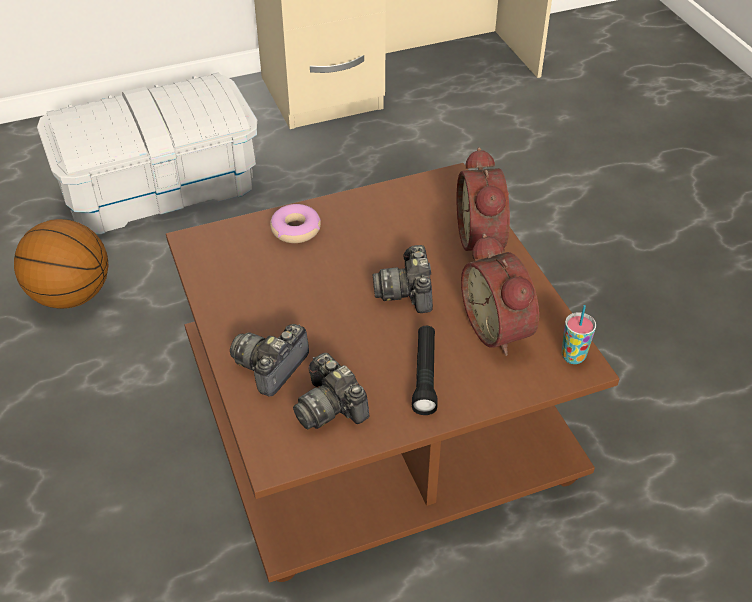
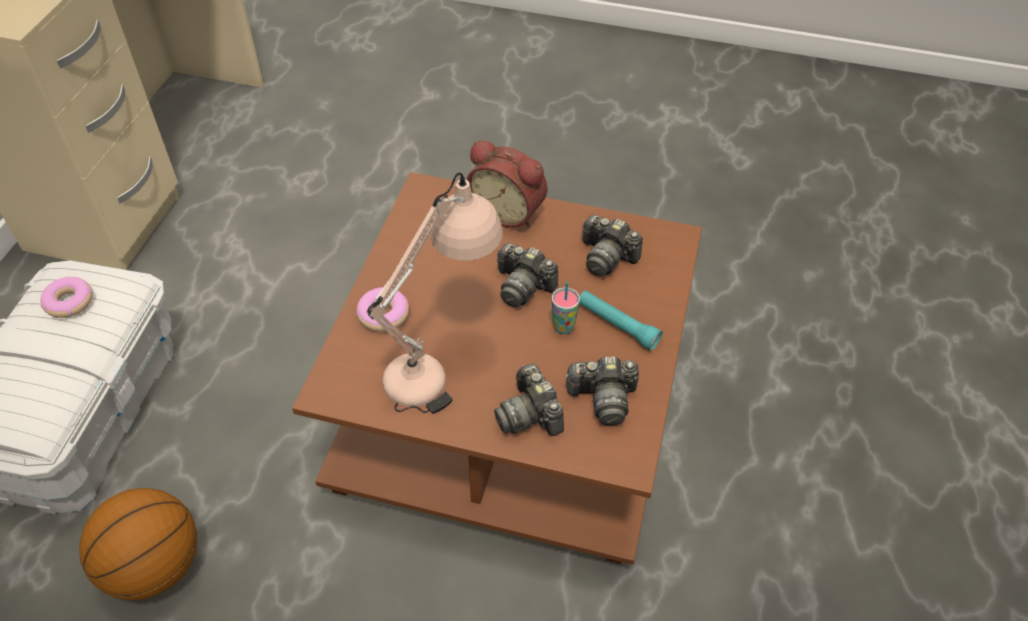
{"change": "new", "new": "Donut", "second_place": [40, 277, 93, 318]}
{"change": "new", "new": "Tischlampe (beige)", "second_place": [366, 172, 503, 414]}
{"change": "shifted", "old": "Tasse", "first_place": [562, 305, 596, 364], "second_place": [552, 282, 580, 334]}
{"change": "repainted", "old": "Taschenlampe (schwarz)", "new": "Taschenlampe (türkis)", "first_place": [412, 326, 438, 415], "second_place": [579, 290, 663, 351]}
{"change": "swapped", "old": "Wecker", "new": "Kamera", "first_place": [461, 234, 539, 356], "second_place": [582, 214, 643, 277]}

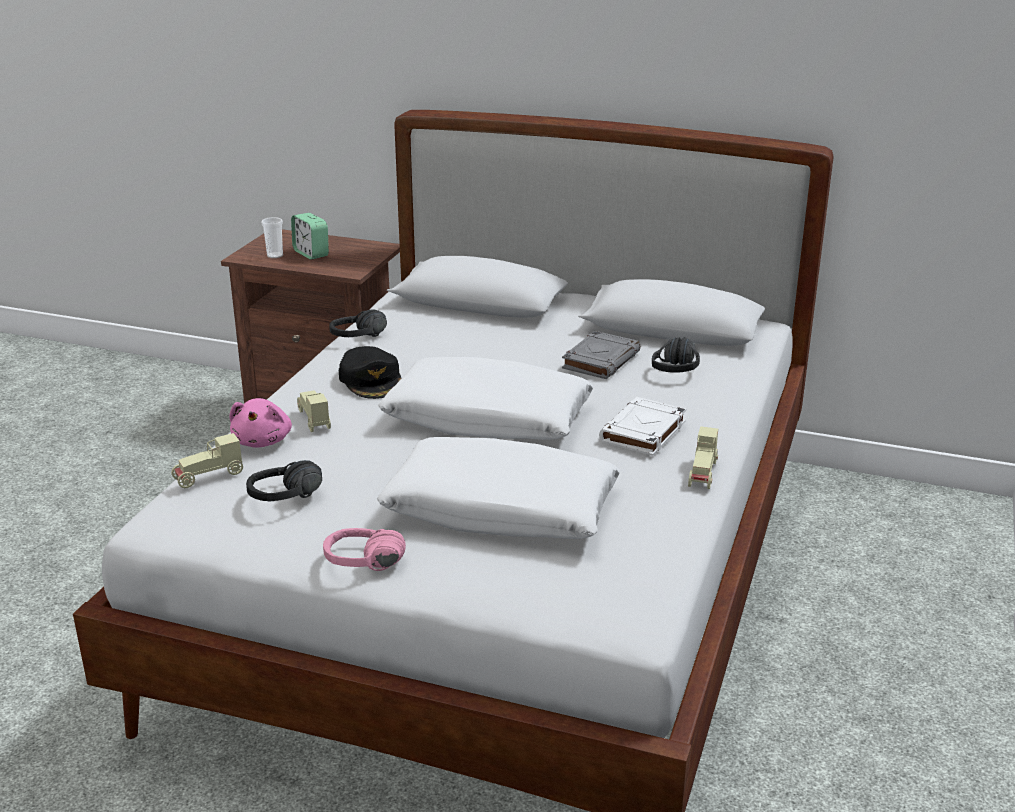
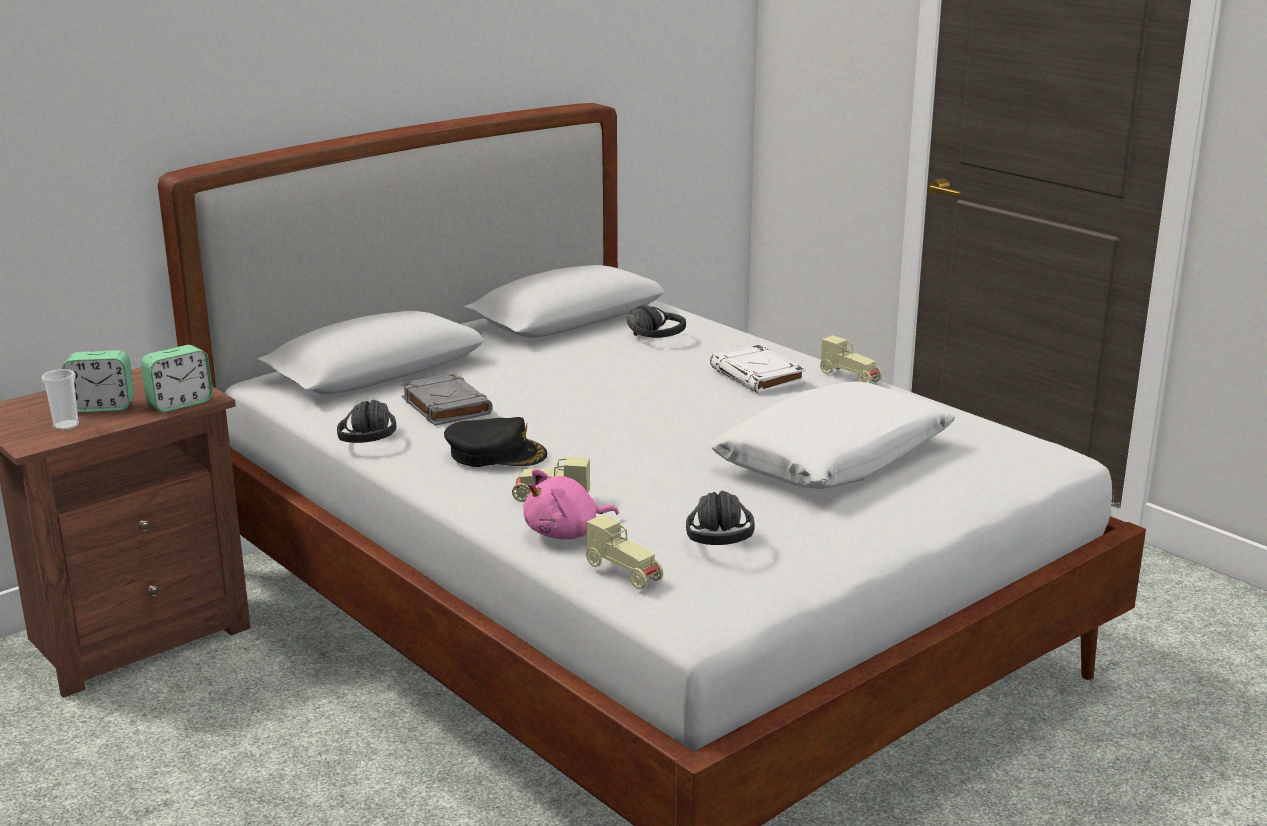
{"change": "new", "new": "Wecker", "second_place": [141, 345, 213, 412]}
{"change": "shifted", "old": "Buch (grau)", "first_place": [562, 331, 640, 379], "second_place": [401, 373, 493, 426]}
{"change": "rotated", "old": "Plüschtier (rosa)", "first_place": [229, 398, 292, 448], "second_place": [523, 469, 619, 540], "degrees": 120}
{"change": "rotated", "old": "Spielzeugauto (beige)", "first_place": [171, 433, 243, 488], "second_place": [586, 514, 663, 589], "degrees": -45}
{"change": "gone", "old": "Kopfhörer (rosa)", "first_place": [323, 528, 406, 571]}
{"change": "gone", "old": "Kissen (weiß)", "first_place": [378, 357, 594, 440]}

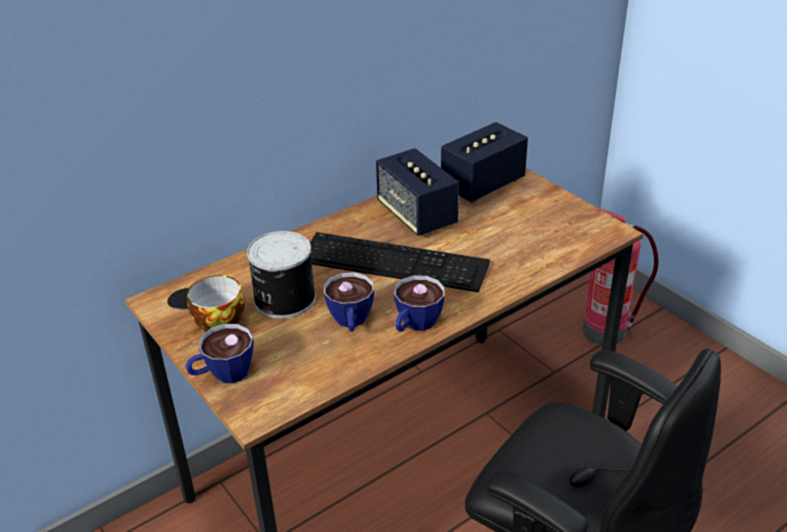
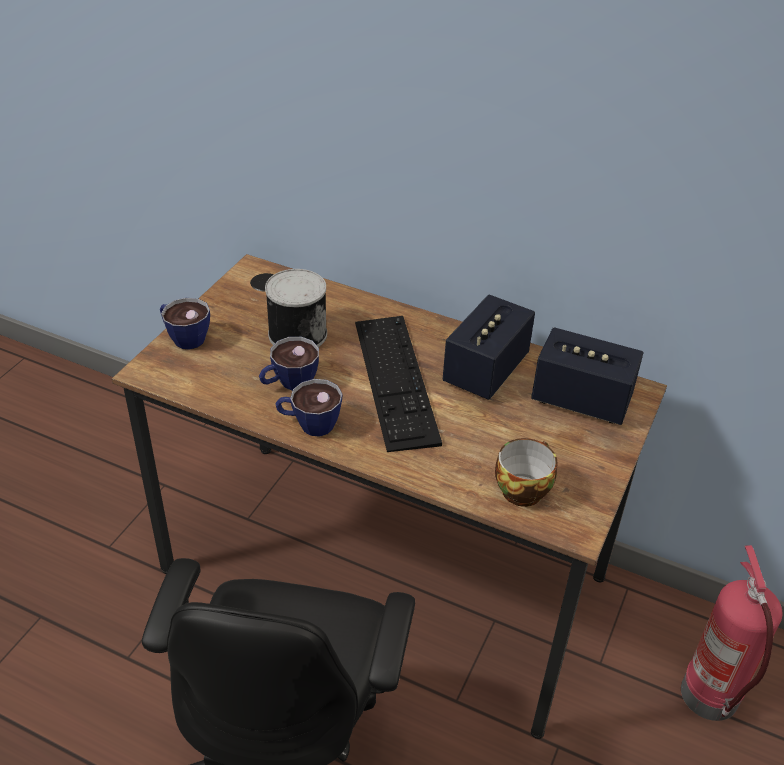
{"change": "shifted", "old": "Tasse", "first_place": [187, 275, 245, 333], "second_place": [495, 438, 558, 507]}

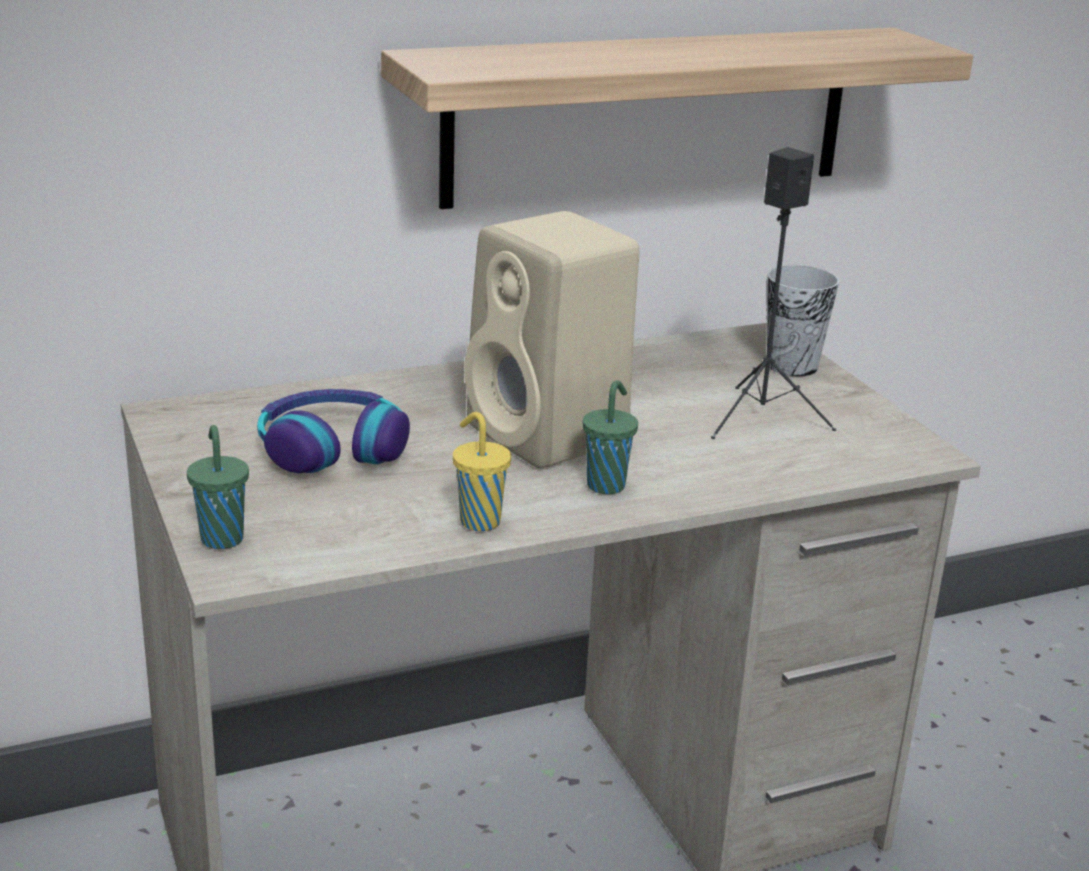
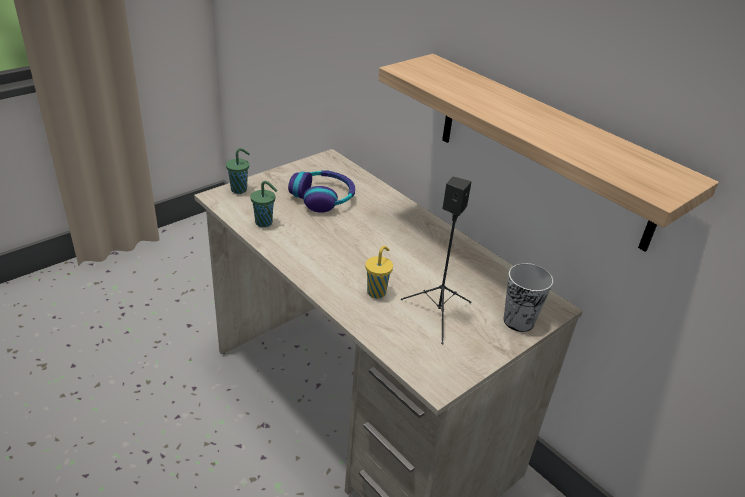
{"change": "shifted", "old": "Tasse (grün)", "first_place": [583, 380, 638, 494], "second_place": [250, 181, 277, 227]}
{"change": "shifted", "old": "Tasse (gelb)", "first_place": [453, 412, 511, 531], "second_place": [365, 246, 393, 298]}
{"change": "gone", "old": "Lautsprecher (beige)", "first_place": [464, 211, 639, 468]}

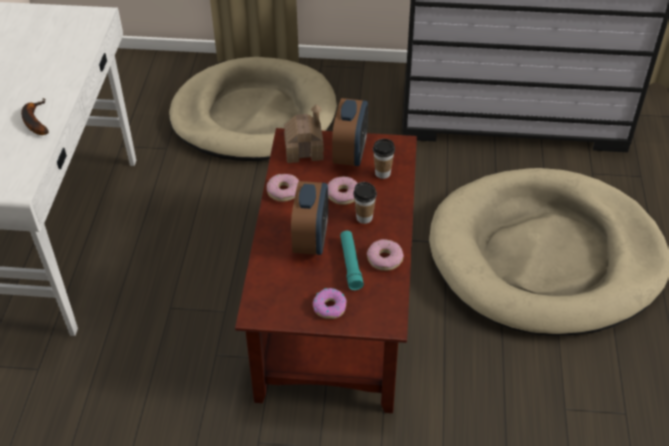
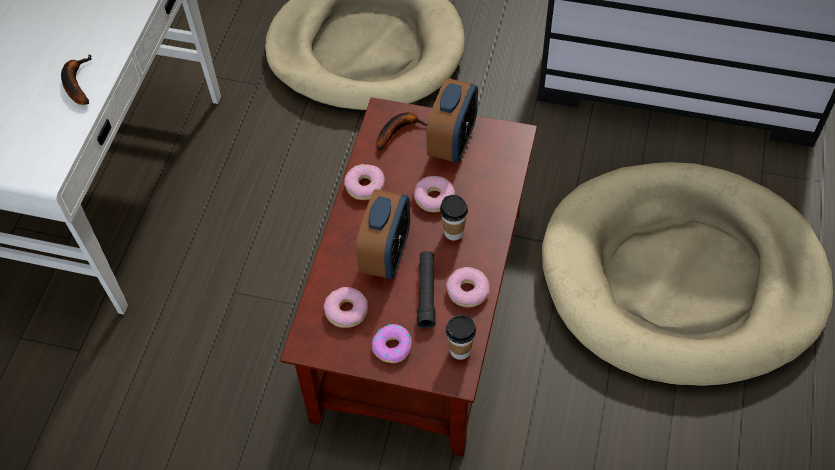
{"change": "new", "new": "Donut", "second_place": [324, 287, 368, 328]}
{"change": "swapped", "old": "Spielzeughaus", "new": "Banane", "first_place": [284, 104, 324, 163], "second_place": [376, 112, 428, 151]}
{"change": "repainted", "old": "Taschenlampe (türkis)", "new": "Taschenlampe (schwarz)", "first_place": [340, 231, 364, 290], "second_place": [417, 251, 436, 328]}
{"change": "shifted", "old": "Tasse", "first_place": [373, 139, 395, 179], "second_place": [446, 315, 476, 360]}

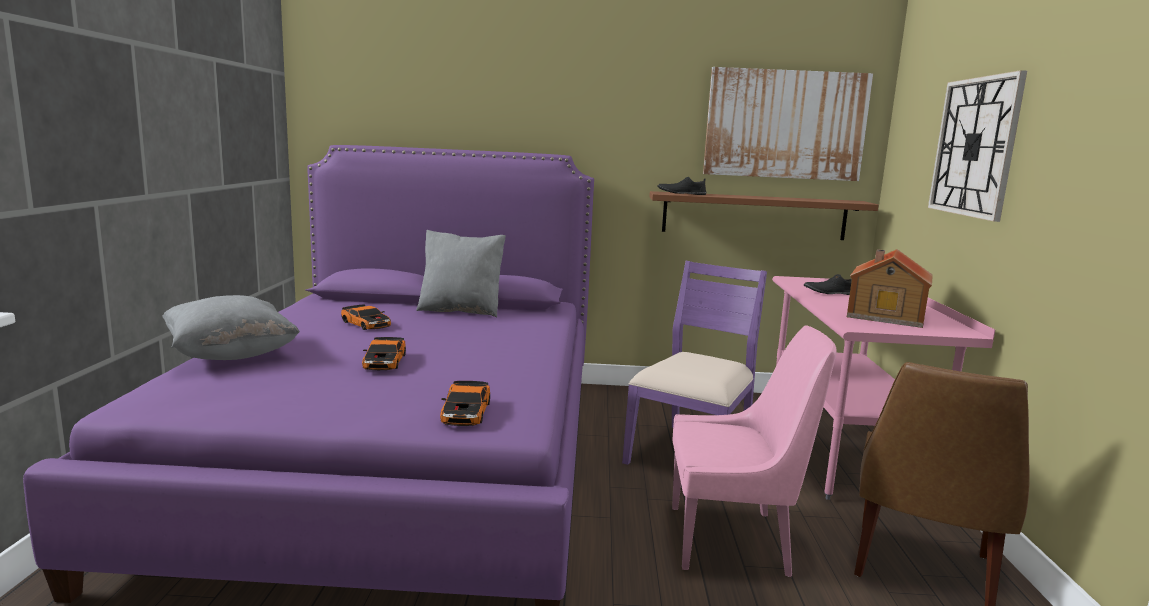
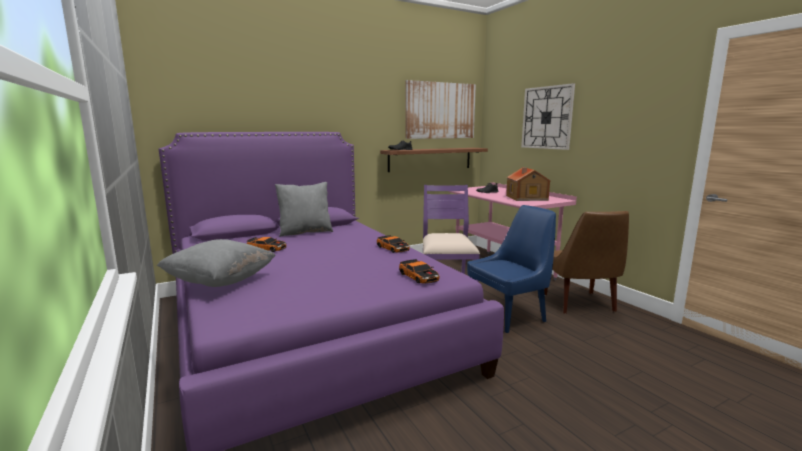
{"change": "shifted", "old": "Spielzeugauto", "first_place": [362, 337, 406, 370], "second_place": [377, 235, 410, 253]}
{"change": "repainted", "old": "Stuhl (rosa)", "new": "Stuhl (blau)", "first_place": [672, 325, 837, 577], "second_place": [467, 205, 556, 333]}

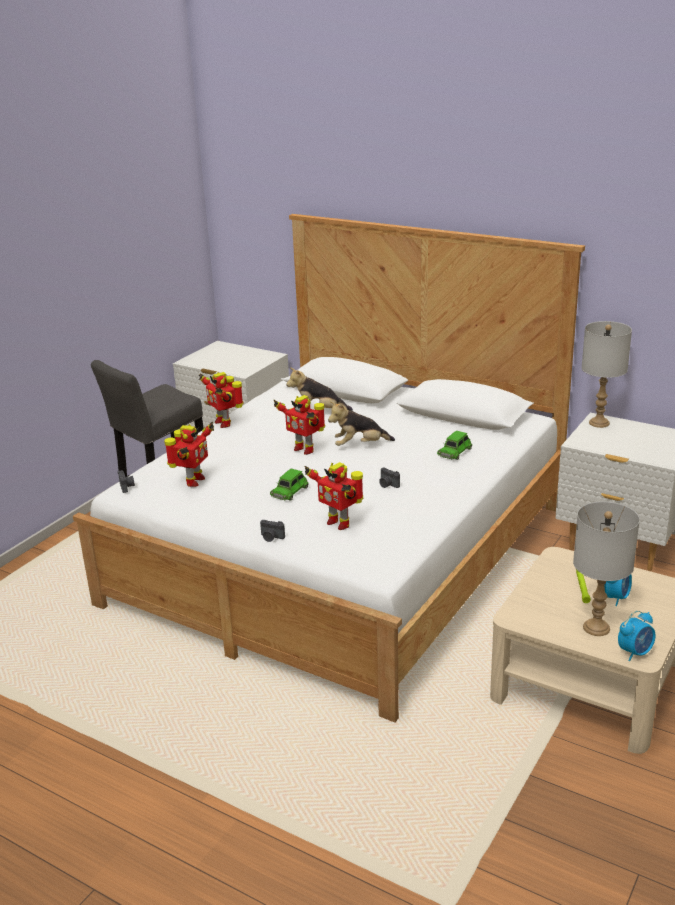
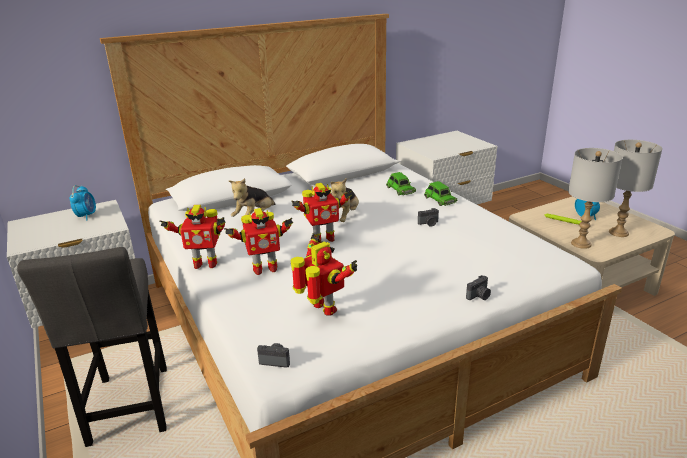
{"change": "shifted", "old": "Wecker", "first_place": [618, 611, 656, 661], "second_place": [70, 185, 96, 221]}
{"change": "shifted", "old": "Spielzeugroboter", "first_place": [304, 462, 363, 530], "second_place": [224, 208, 293, 275]}
{"change": "shifted", "old": "Spielzeugauto (grün)", "first_place": [270, 469, 309, 501], "second_place": [424, 181, 457, 206]}
{"change": "shifted", "old": "Tischlampe (grau)", "first_place": [582, 321, 632, 428], "second_place": [568, 148, 623, 249]}

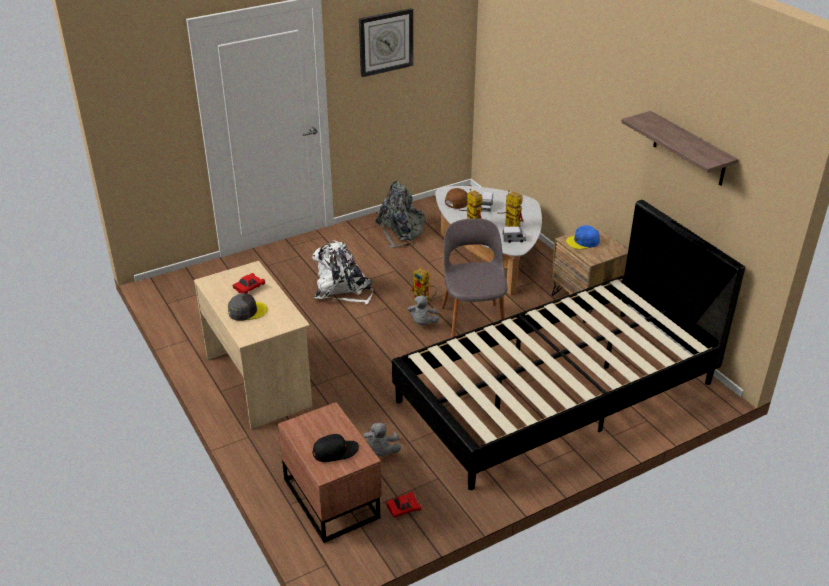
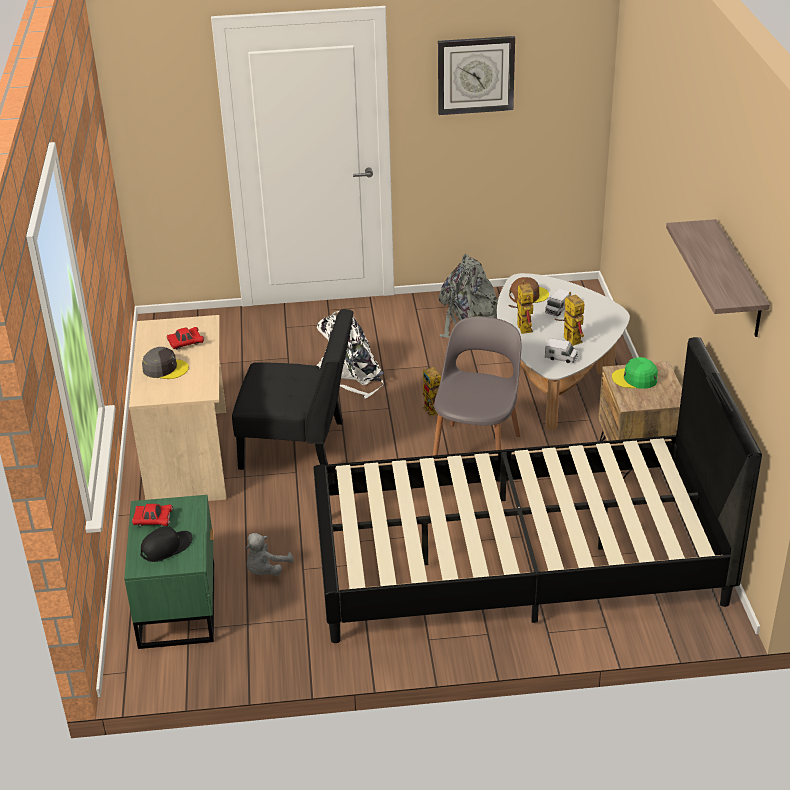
{"change": "repainted", "old": "Nachttisch (braun)", "new": "Nachttisch (grün)", "first_place": [278, 402, 382, 543], "second_place": [124, 495, 214, 649]}
{"change": "shifted", "old": "Spielzeugauto (rot)", "first_place": [386, 492, 422, 517], "second_place": [132, 504, 173, 526]}
{"change": "rotated", "old": "Kappe (schwarz)", "first_place": [312, 434, 359, 462], "second_place": [140, 526, 193, 562], "degrees": -45}
{"change": "new", "new": "Stuhl (schwarz)", "second_place": [232, 309, 354, 470]}
{"change": "repainted", "old": "Kappe (blau)", "new": "Kappe (grün)", "first_place": [566, 225, 600, 249], "second_place": [612, 357, 658, 389]}
{"change": "gone", "old": "Plüschtier (grau)", "first_place": [408, 295, 439, 325]}

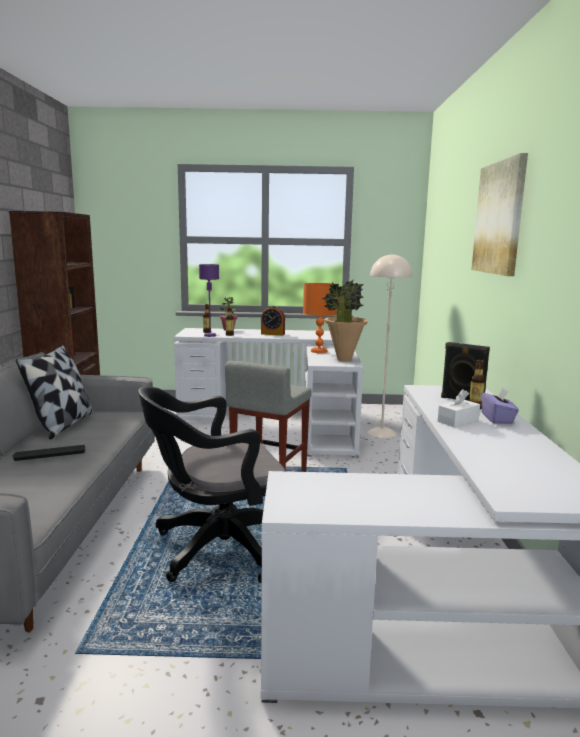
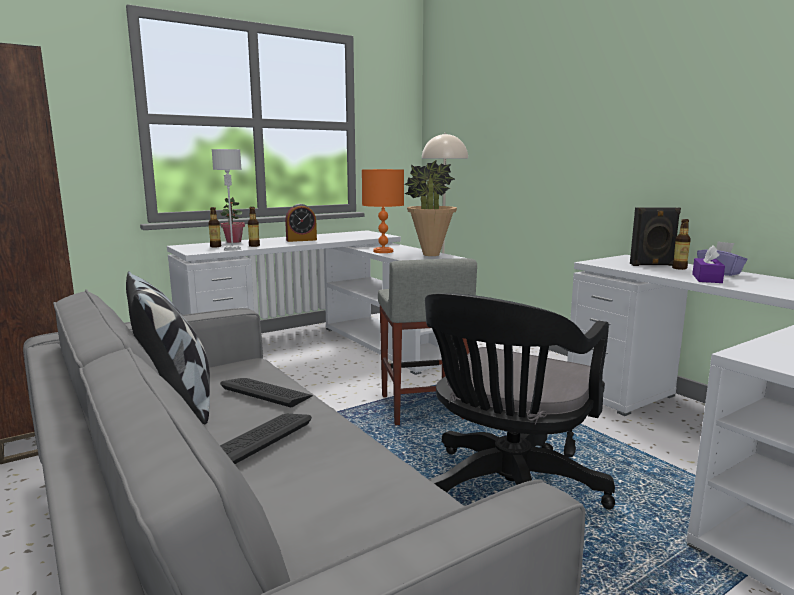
{"change": "repainted", "old": "Tischlampe (lila)", "new": "Tischlampe (grau)", "first_place": [199, 264, 219, 337], "second_place": [212, 149, 242, 251]}
{"change": "new", "new": "Tastatur", "second_place": [220, 378, 313, 407]}
{"change": "repainted", "old": "Taschentuchbox (weiß)", "new": "Taschentuchbox (lila)", "first_place": [438, 389, 480, 427], "second_place": [692, 245, 725, 283]}
{"change": "gone", "old": "Bild", "first_place": [471, 153, 528, 276]}

